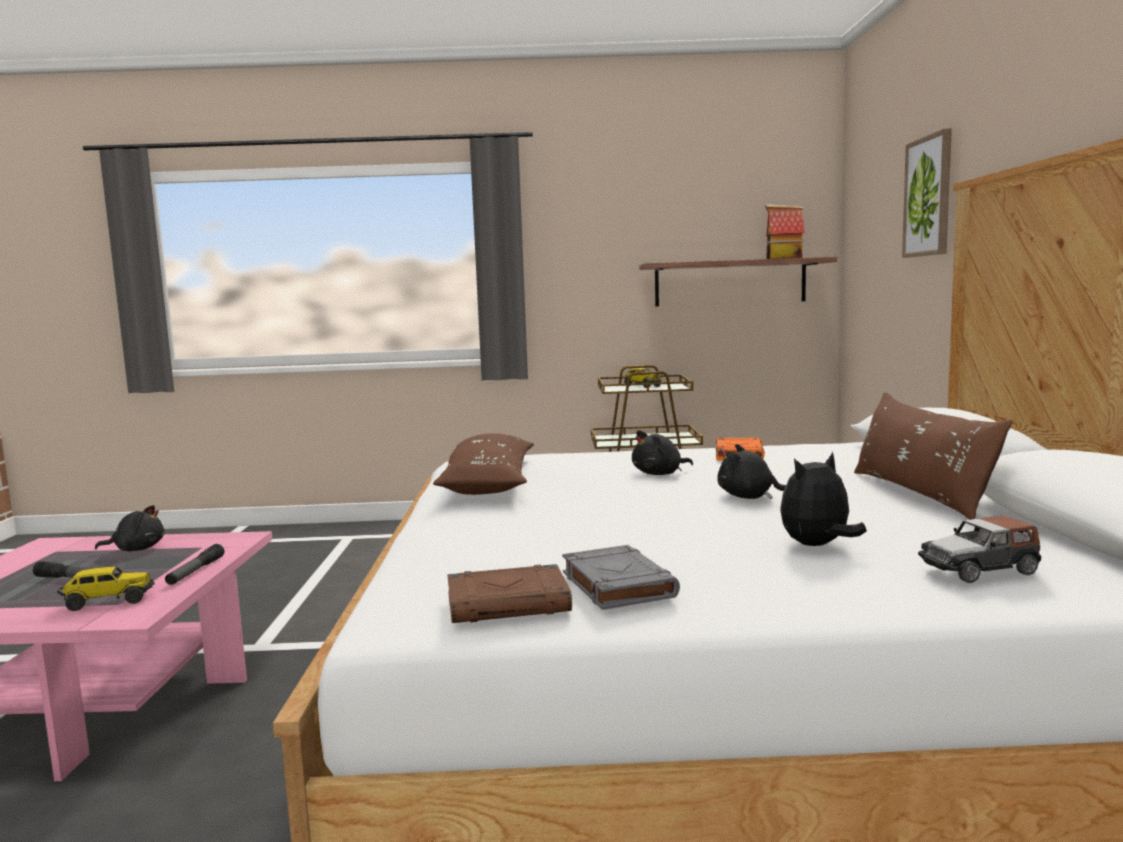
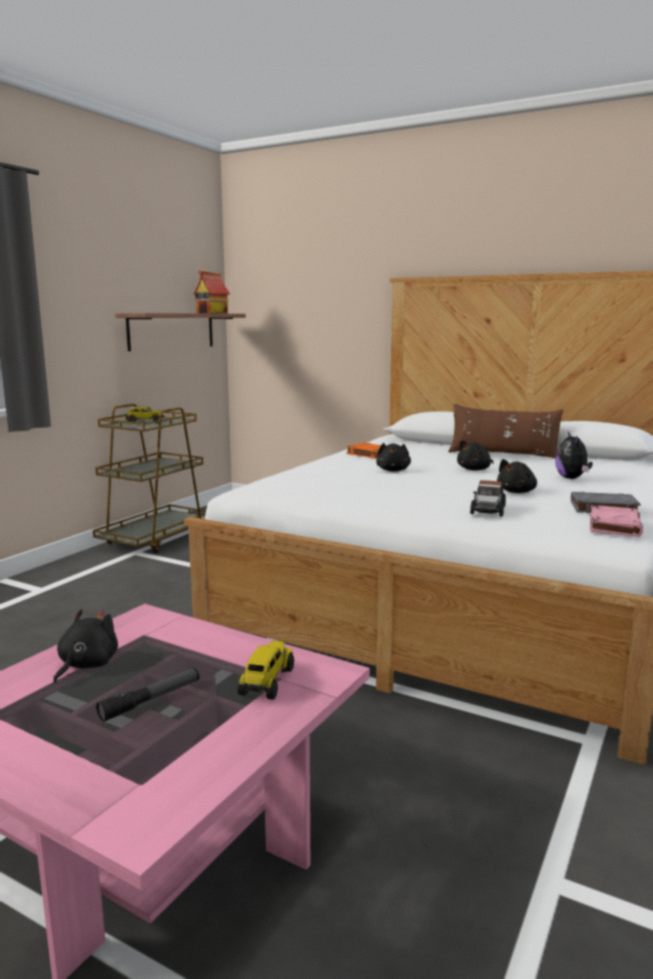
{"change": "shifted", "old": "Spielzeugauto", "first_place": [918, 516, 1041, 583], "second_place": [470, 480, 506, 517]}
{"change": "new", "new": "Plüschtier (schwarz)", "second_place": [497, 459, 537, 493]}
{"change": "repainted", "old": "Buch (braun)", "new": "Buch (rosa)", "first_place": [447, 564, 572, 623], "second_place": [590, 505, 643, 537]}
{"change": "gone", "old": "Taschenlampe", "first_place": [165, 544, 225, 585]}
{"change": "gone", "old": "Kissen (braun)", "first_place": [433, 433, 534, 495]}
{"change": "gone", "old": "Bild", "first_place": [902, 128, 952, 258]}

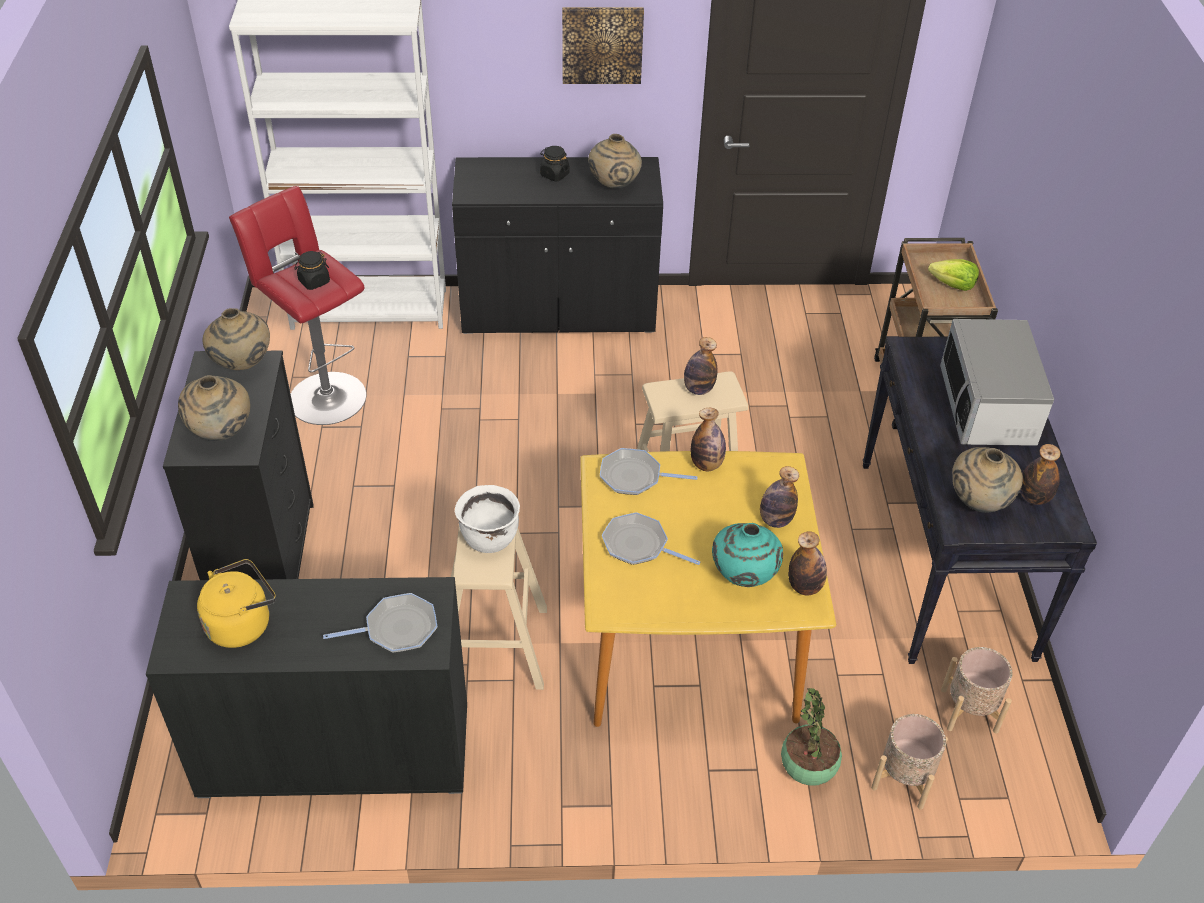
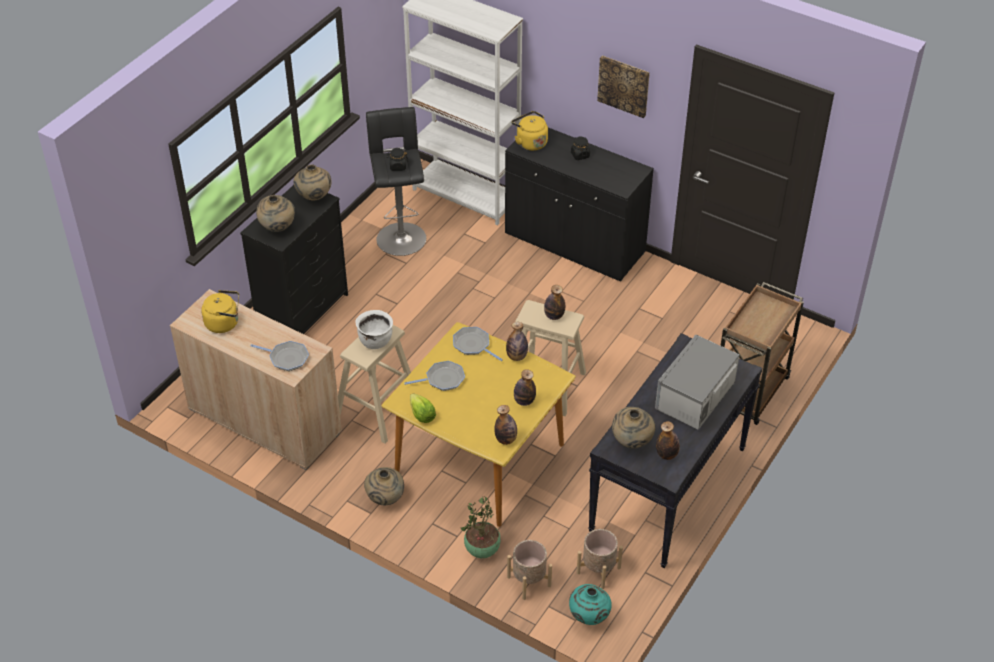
{"change": "repainted", "old": "Schrank (schwarz)", "new": "Schrank (beige)", "first_place": [146, 577, 467, 798], "second_place": [170, 289, 342, 470]}
{"change": "shifted", "old": "Vase (beige)", "first_place": [588, 134, 642, 189], "second_place": [364, 467, 404, 505]}
{"change": "repainted", "old": "Hocker (rot)", "new": "Hocker (schwarz)", "first_place": [229, 186, 366, 425], "second_place": [366, 107, 426, 256]}
{"change": "rotated", "old": "Pfanne", "first_place": [602, 512, 700, 565], "second_place": [404, 361, 465, 391], "degrees": 105}
{"change": "shifted", "old": "Salatkopf", "first_place": [928, 259, 979, 291], "second_place": [410, 393, 436, 423]}
{"change": "new", "new": "Wasserkessel (gelb)", "second_place": [511, 111, 548, 151]}
{"change": "shifted", "old": "Vase (türkis)", "first_place": [712, 523, 783, 587], "second_place": [569, 584, 612, 625]}

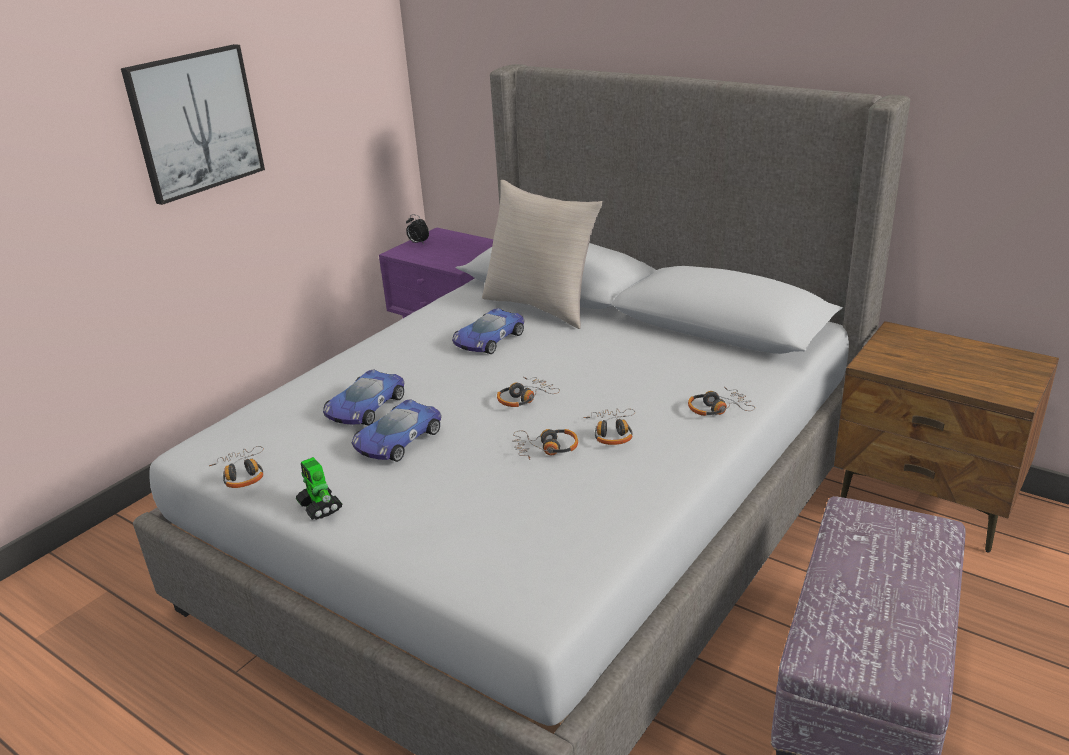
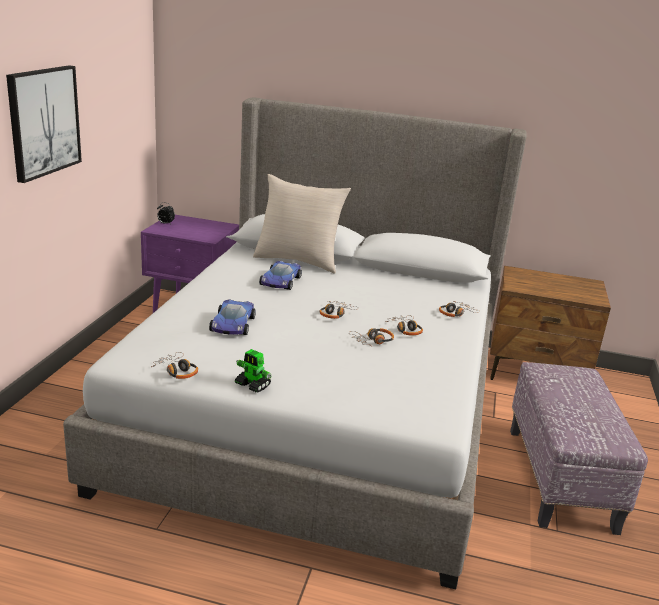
{"change": "gone", "old": "Spielzeugauto", "first_place": [351, 399, 442, 462]}

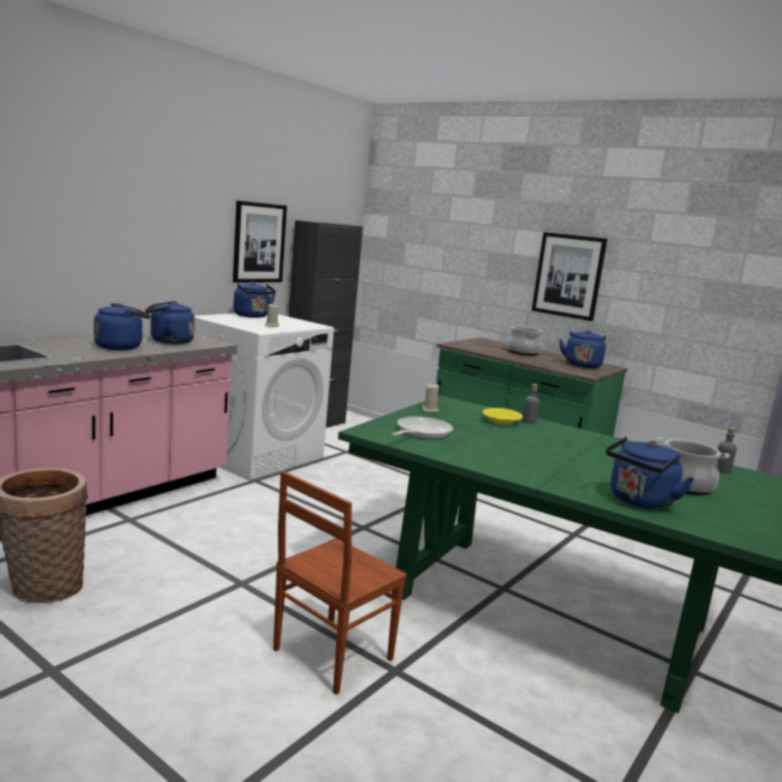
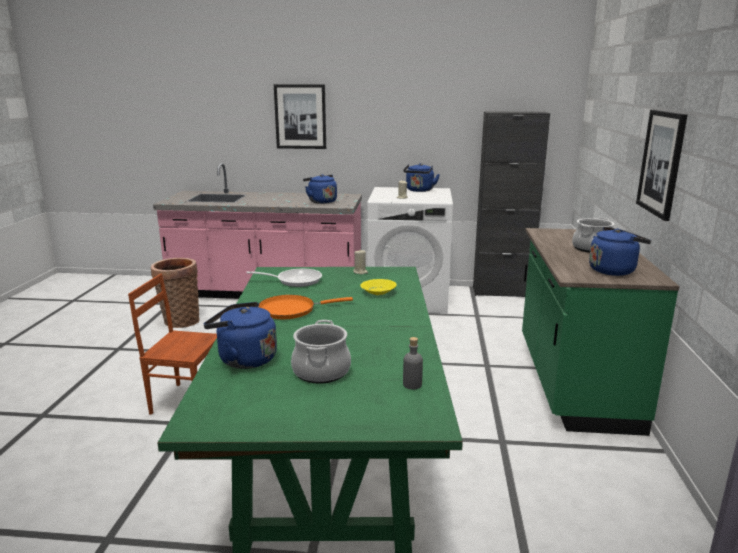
{"change": "new", "new": "Pfanne (orange)", "second_place": [258, 295, 353, 319]}
{"change": "shifted", "old": "Bild", "first_place": [233, 201, 287, 283], "second_place": [274, 84, 326, 149]}
{"change": "gone", "old": "Wasserkessel (blau)", "first_place": [94, 303, 150, 350]}
{"change": "gone", "old": "Flasche (grau)", "first_place": [522, 384, 539, 424]}

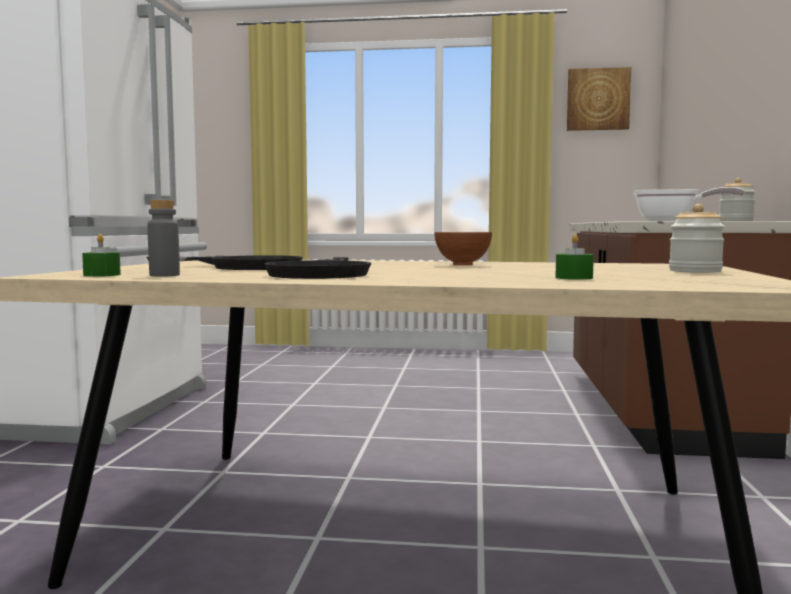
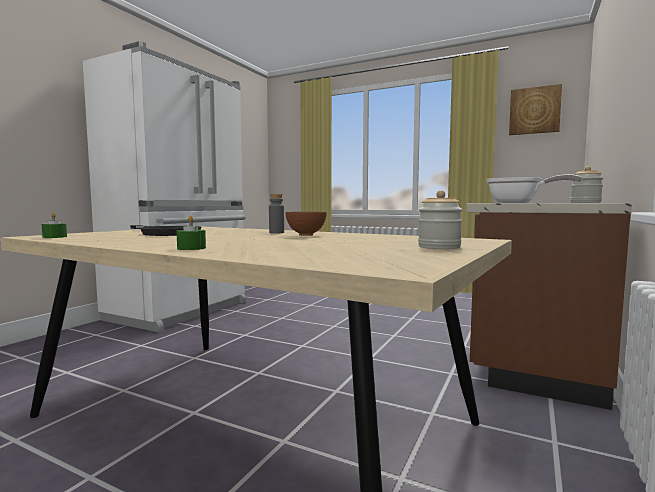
{"change": "shifted", "old": "Kerze (grün)", "first_place": [555, 234, 594, 280], "second_place": [177, 216, 206, 250]}
{"change": "shifted", "old": "Flasche (grau)", "first_place": [147, 200, 180, 277], "second_place": [269, 194, 284, 233]}
{"change": "gone", "old": "Pfanne (schwarz)", "first_place": [264, 257, 371, 279]}

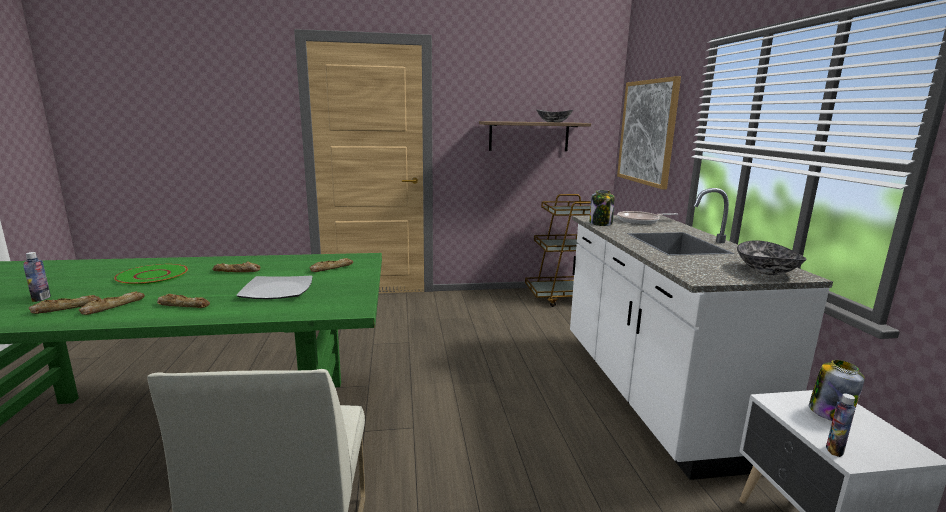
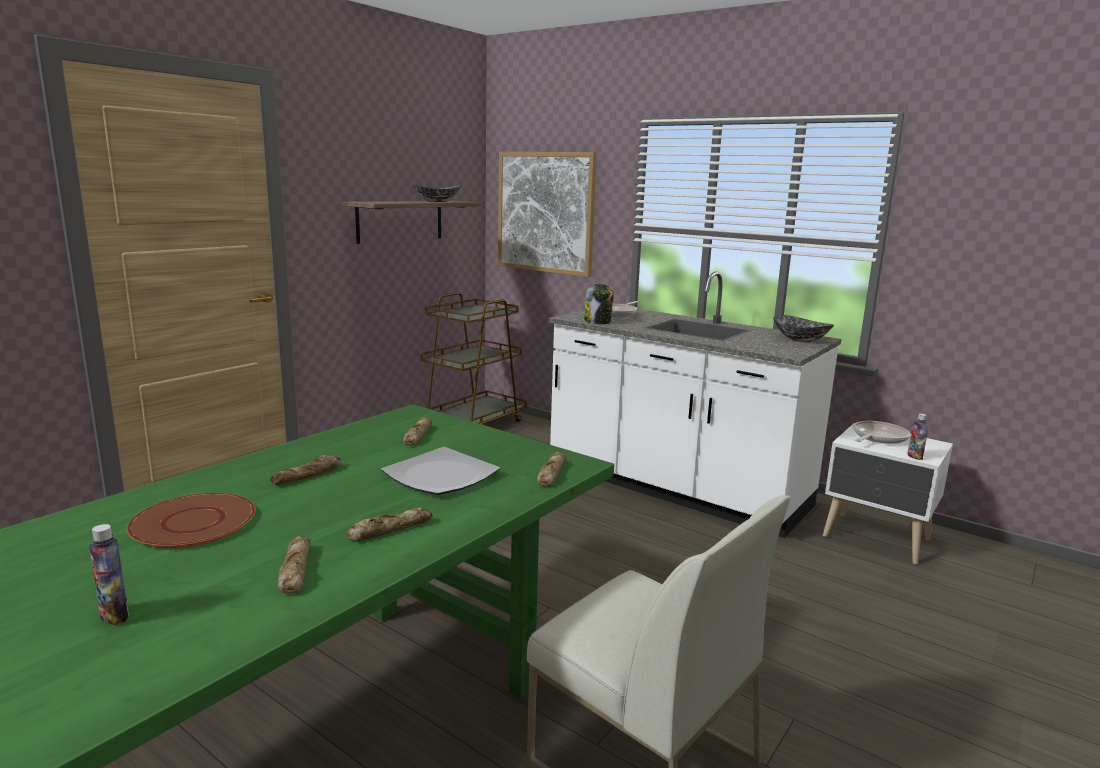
{"change": "repainted", "old": "Teller (grün)", "new": "Teller (braun)", "first_place": [114, 264, 188, 285], "second_place": [127, 493, 255, 549]}
{"change": "shifted", "old": "Brot", "first_place": [29, 295, 101, 314], "second_place": [537, 452, 566, 486]}
{"change": "swapped", "old": "Vorratsglas", "new": "Pfanne", "first_place": [809, 360, 865, 421], "second_place": [853, 421, 910, 444]}

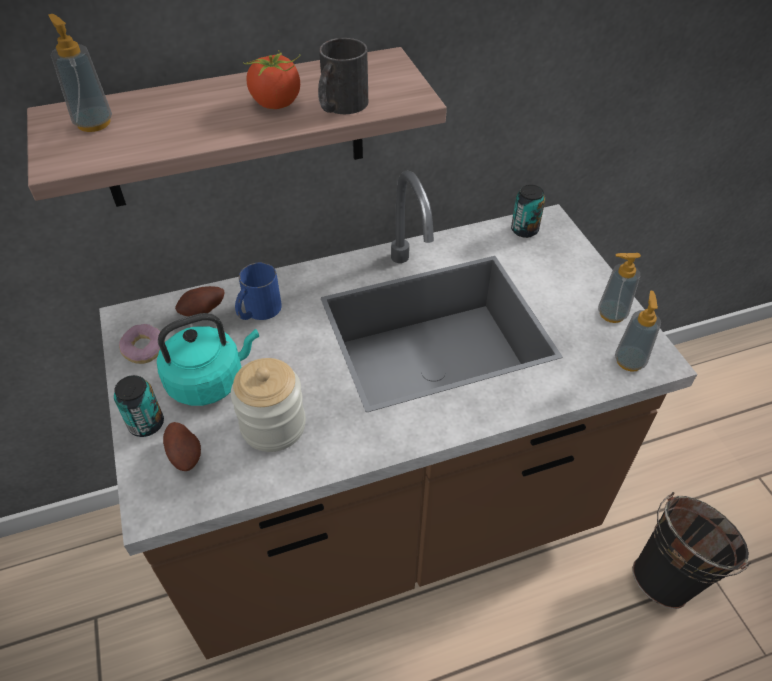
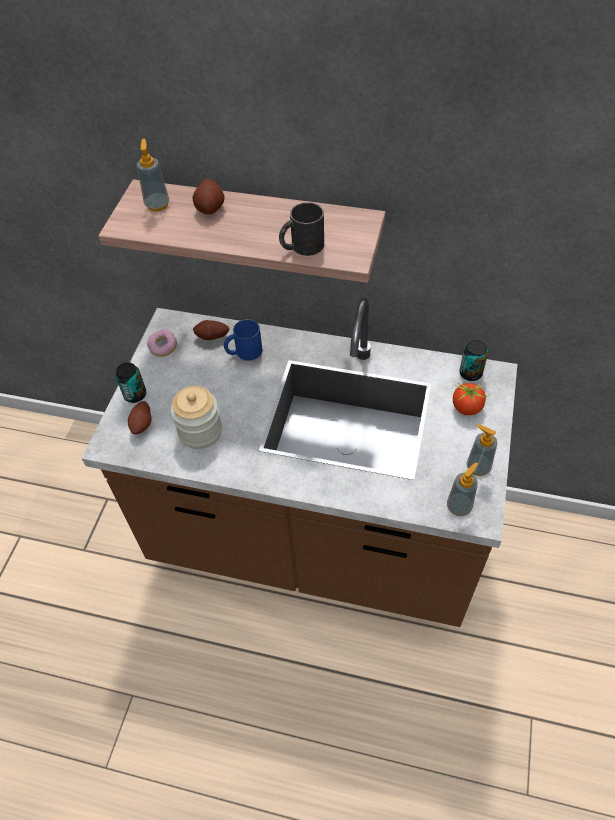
{"change": "new", "new": "Kartoffel", "second_place": [193, 179, 225, 214]}
{"change": "shifted", "old": "Tomate", "first_place": [244, 50, 300, 109], "second_place": [453, 382, 490, 415]}
{"change": "gone", "old": "Wasserkessel (türkis)", "first_place": [157, 313, 259, 406]}
{"change": "gone", "old": "Eimer (schwarz)", "first_place": [632, 492, 751, 609]}

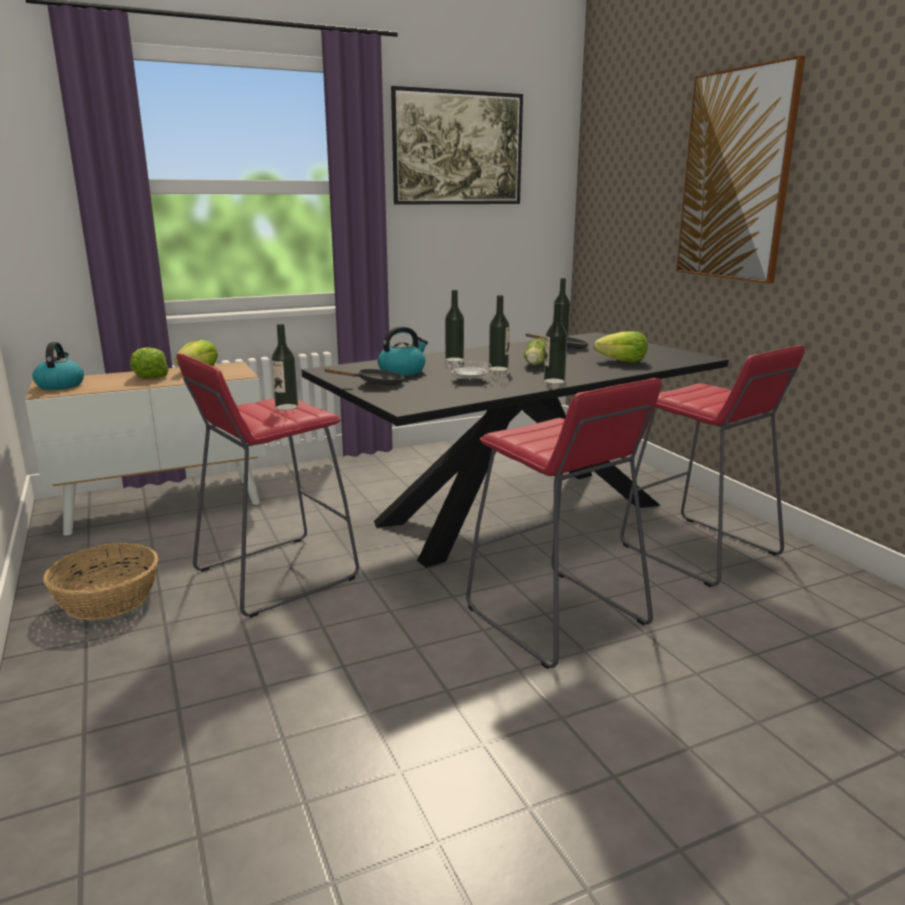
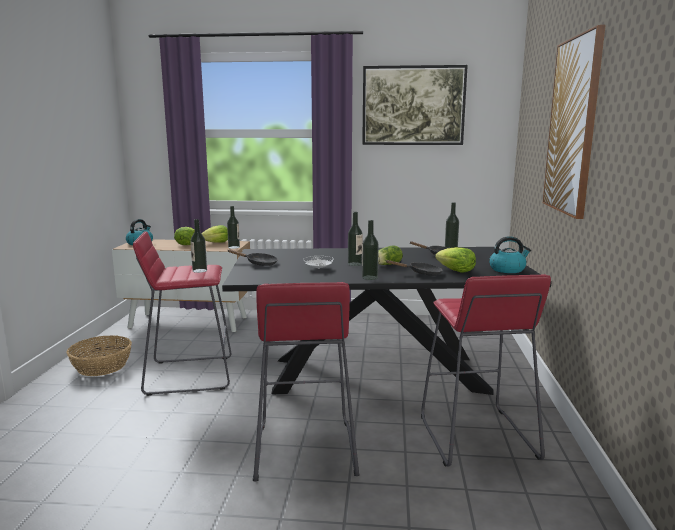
{"change": "shifted", "old": "Flasche", "first_place": [445, 290, 464, 362], "second_place": [227, 206, 240, 249]}
{"change": "new", "new": "Pfanne (schwarz)", "second_place": [385, 260, 443, 276]}
{"change": "shifted", "old": "Wasserkessel", "first_place": [378, 326, 428, 376], "second_place": [489, 236, 531, 273]}

